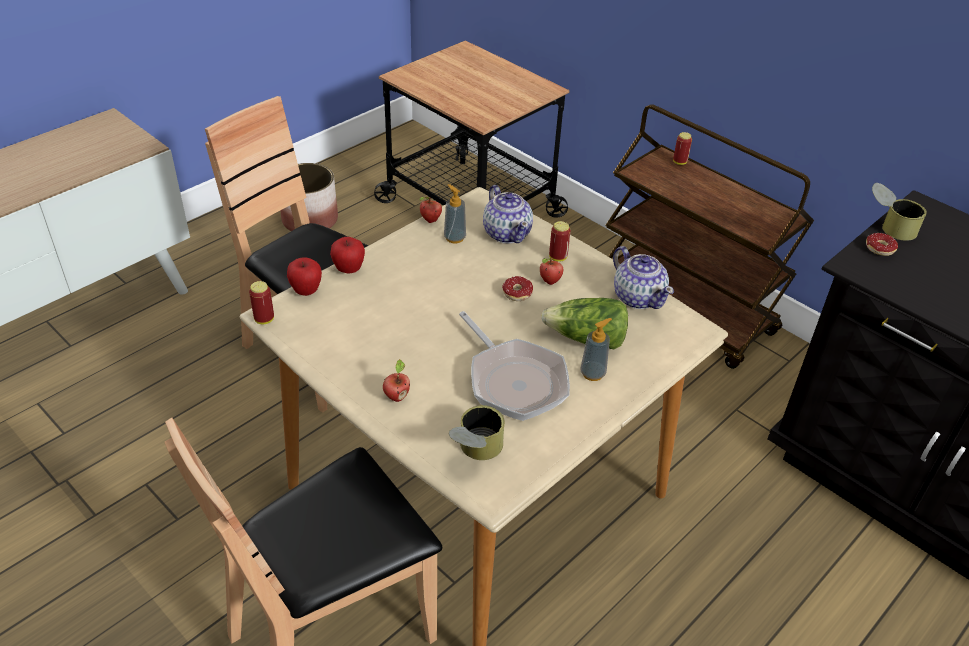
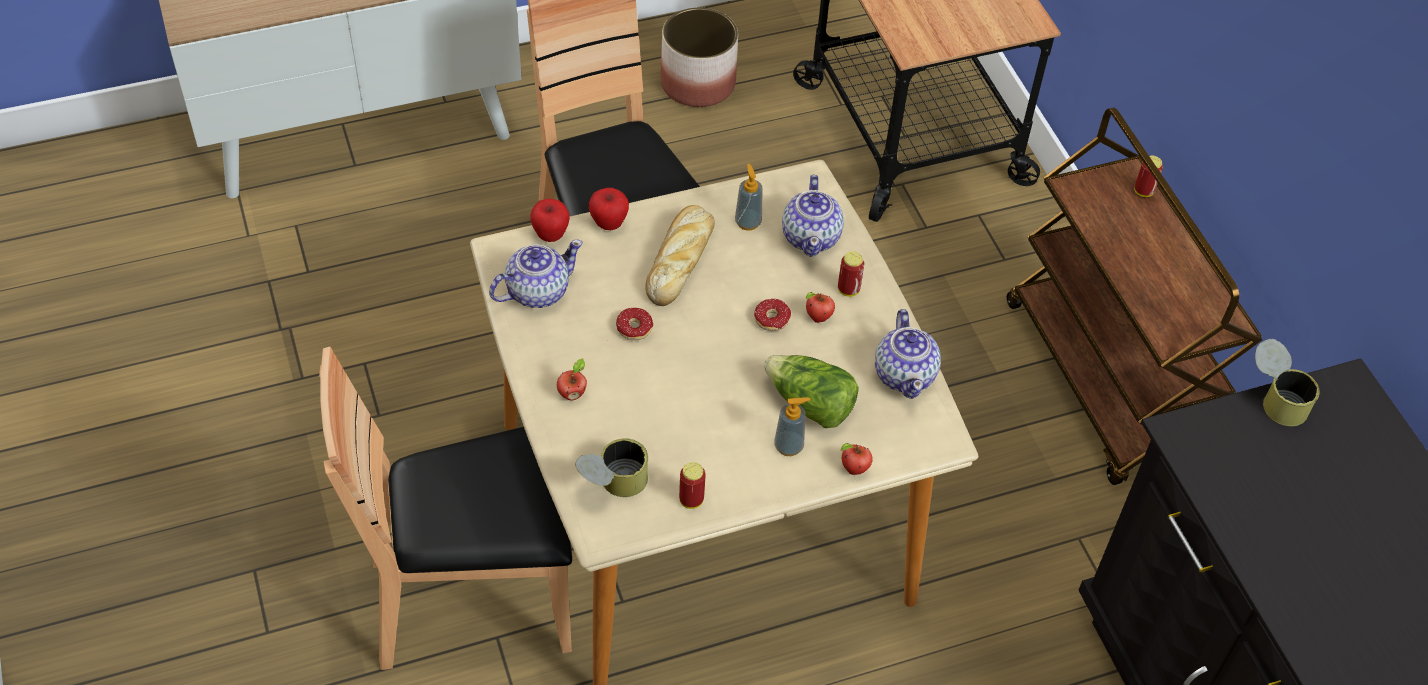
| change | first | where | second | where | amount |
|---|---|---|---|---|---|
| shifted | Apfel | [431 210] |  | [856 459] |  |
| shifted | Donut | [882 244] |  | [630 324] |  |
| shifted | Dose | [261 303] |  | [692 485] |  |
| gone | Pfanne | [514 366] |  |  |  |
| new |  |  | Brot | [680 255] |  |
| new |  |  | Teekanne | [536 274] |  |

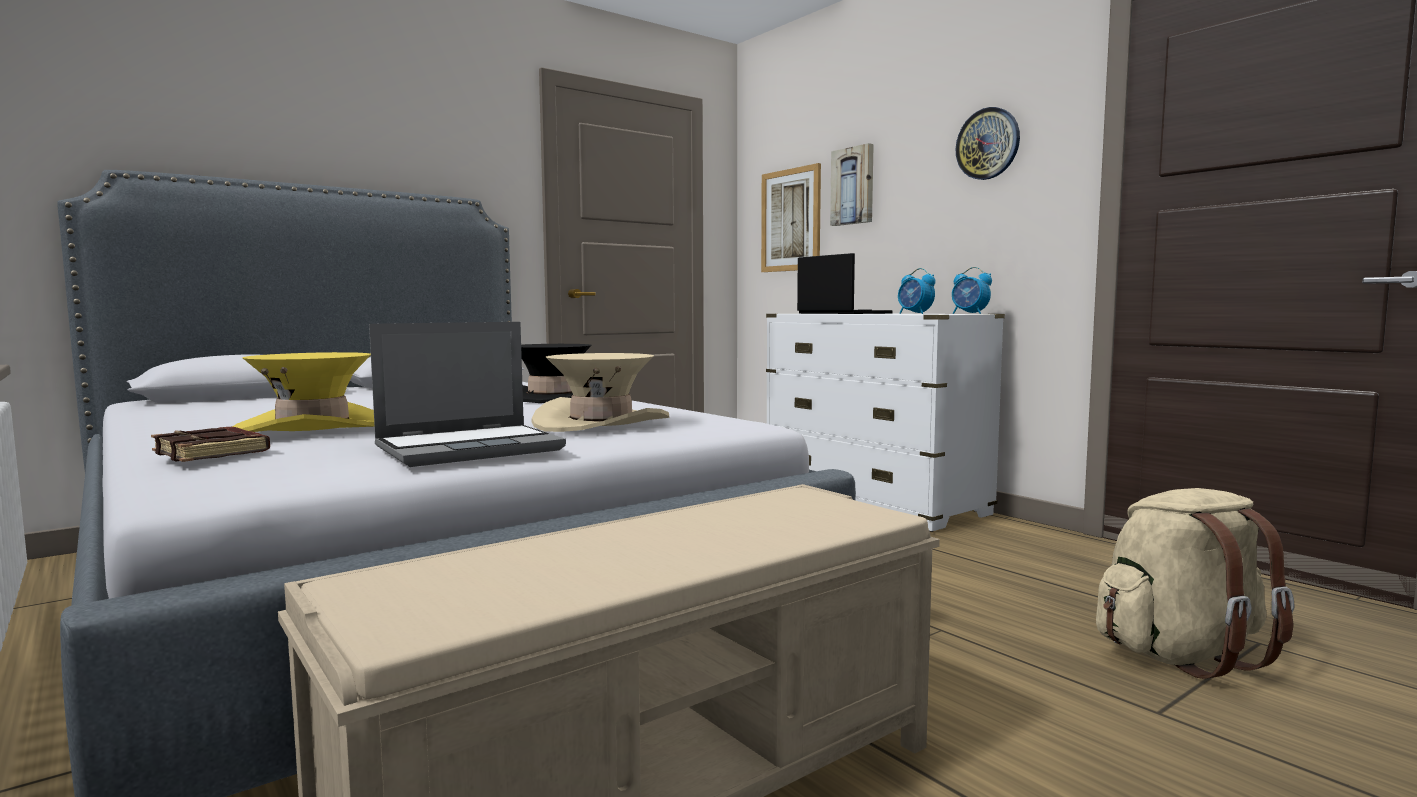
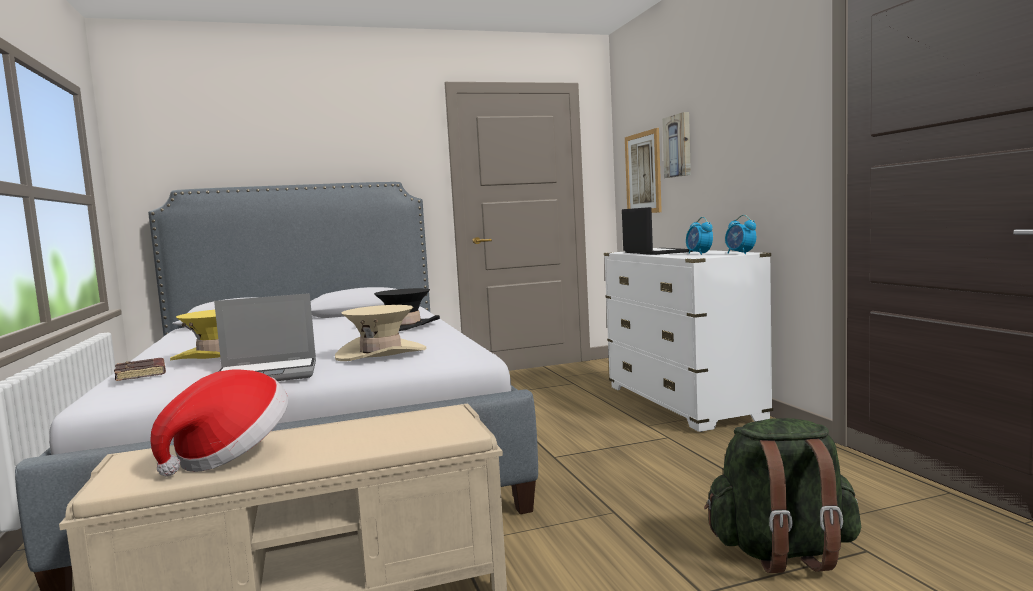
| change | first | where | second | where | amount |
|---|---|---|---|---|---|
| gone | Wanduhr | [988 143] |  |  |  |
| repainted | Rucksack (beige) | [1195 583] | Rucksack (grün) | [782 495] |  |
| new |  |  | Hut | [219 423] |  |

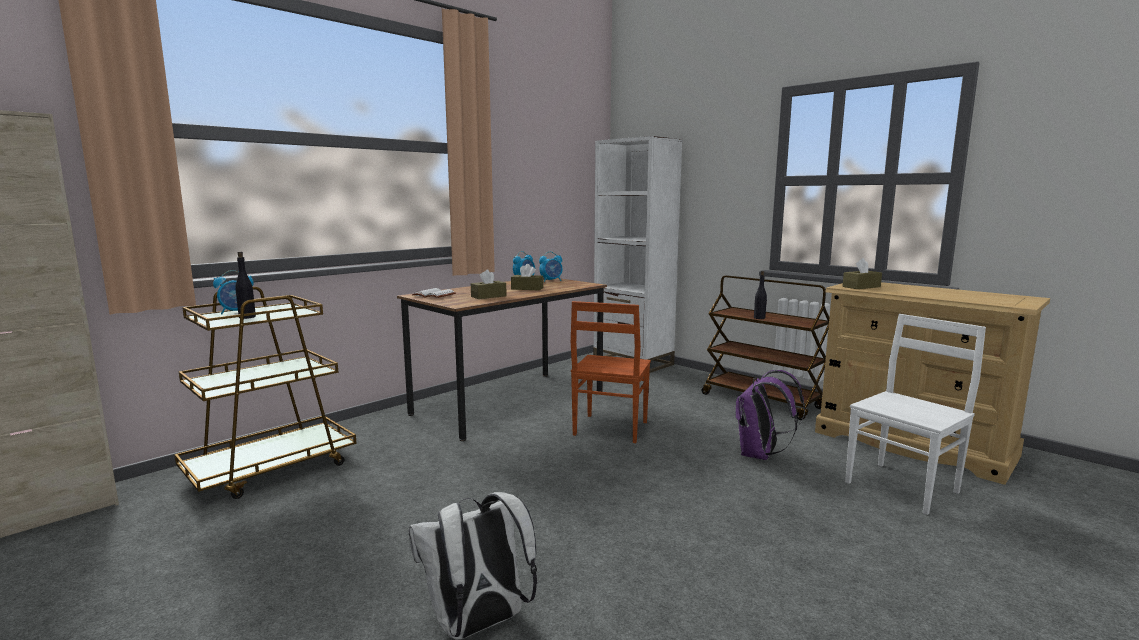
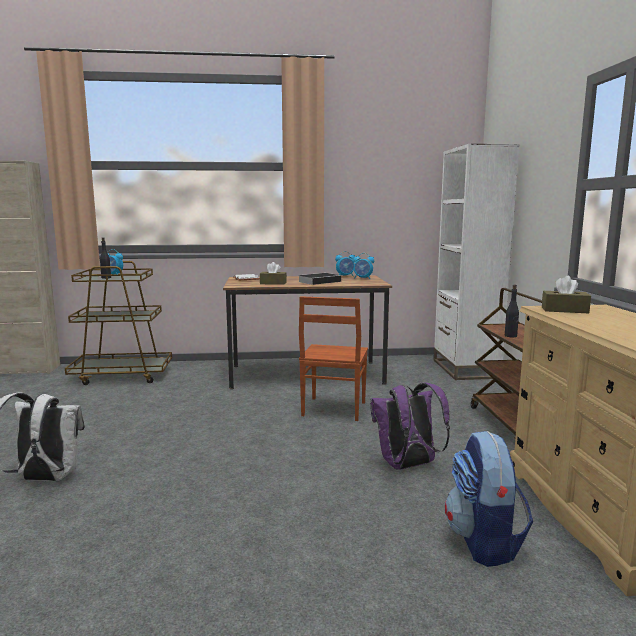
| change | first | where | second | where | amount |
|---|---|---|---|---|---|
| swapped | Taschentuchbox (braun) | [527 277] | Buch | [319 279] |  |
| rotated | Stuhl (braun) | [611 372] |  | [333 358] | 45 degrees counterclockwise |
| swapped | Stuhl (weiß) | [915 414] | Rucksack | [489 499] |  |

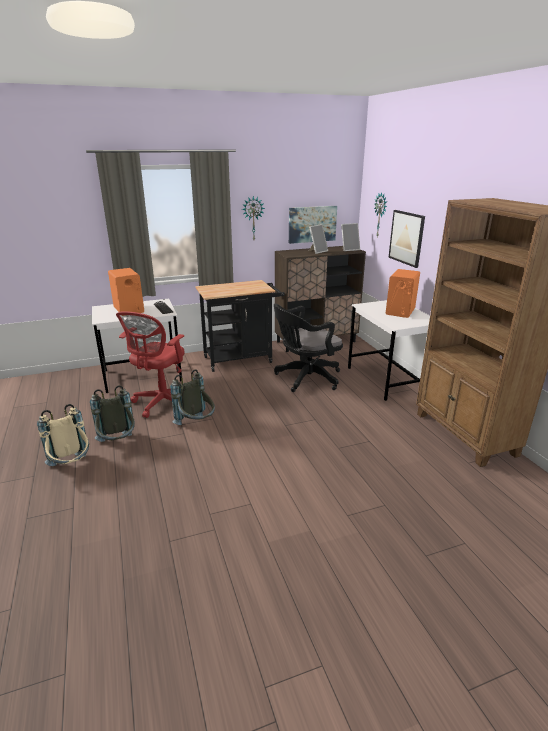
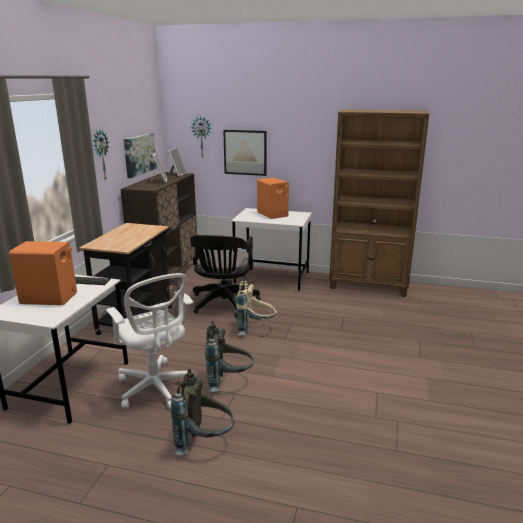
| change | first | where | second | where | amount |
|---|---|---|---|---|---|
| repainted | Bürostuhl (rot) | [150 364] | Bürostuhl (weiß) | [149 341] |  |
| shifted | Rucksack (beige) | [63 435] |  | [256 306] |  |

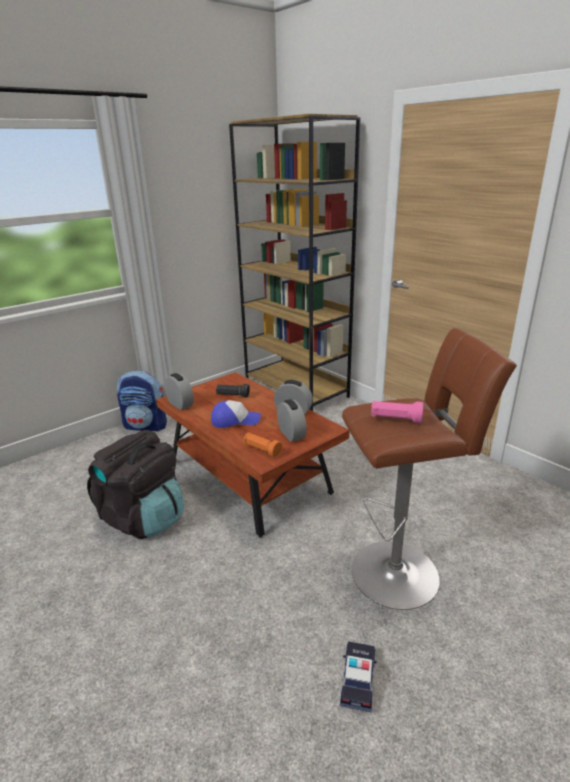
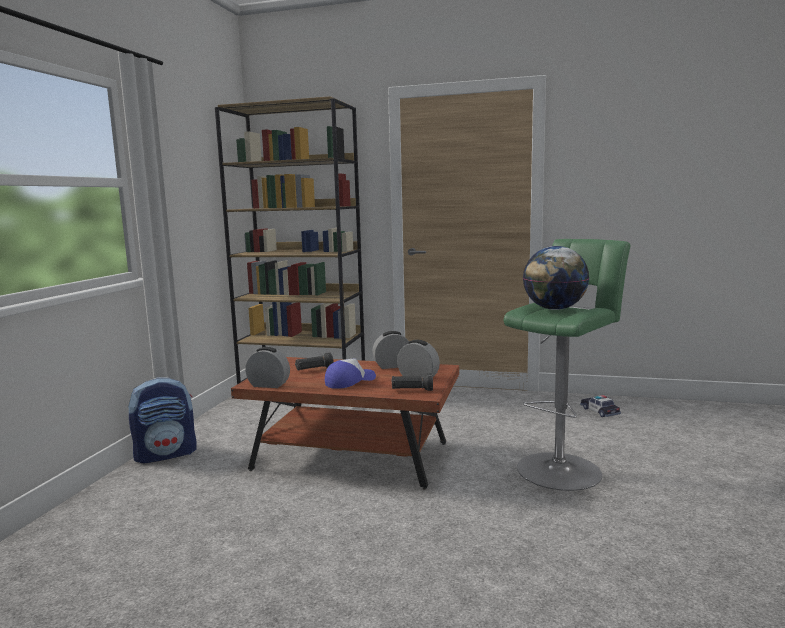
| change | first | where | second | where | amount |
|---|---|---|---|---|---|
| repainted | Hocker (braun) | [429 469] | Hocker (grün) | [567 365] |  |
| swapped | Taschenlampe (rosa) | [397 412] | Globus | [556 278] |  |
| gone | Rucksack (schwarz) | [135 484] |  |  |  |
| repainted | Taschenlampe (orange) | [262 445] | Taschenlampe (schwarz) | [412 382] |  |
| shifted | Spielzeugauto | [358 676] |  | [600 406] |  |

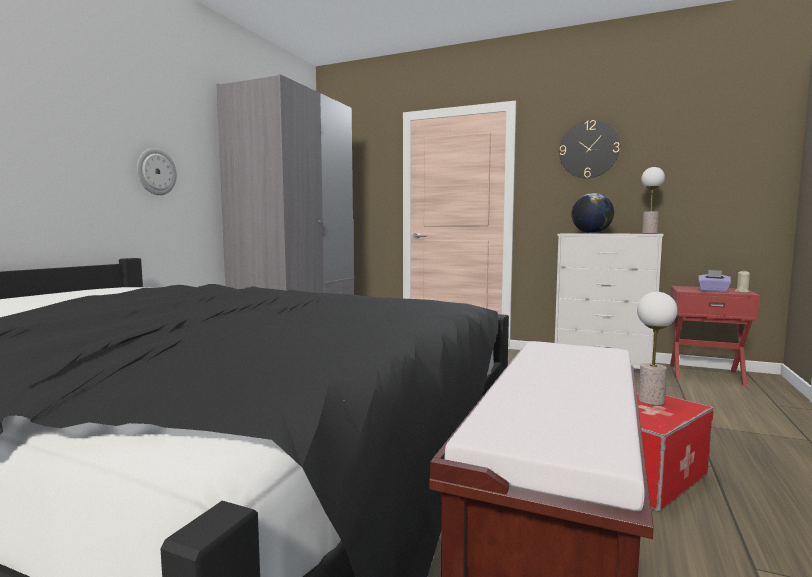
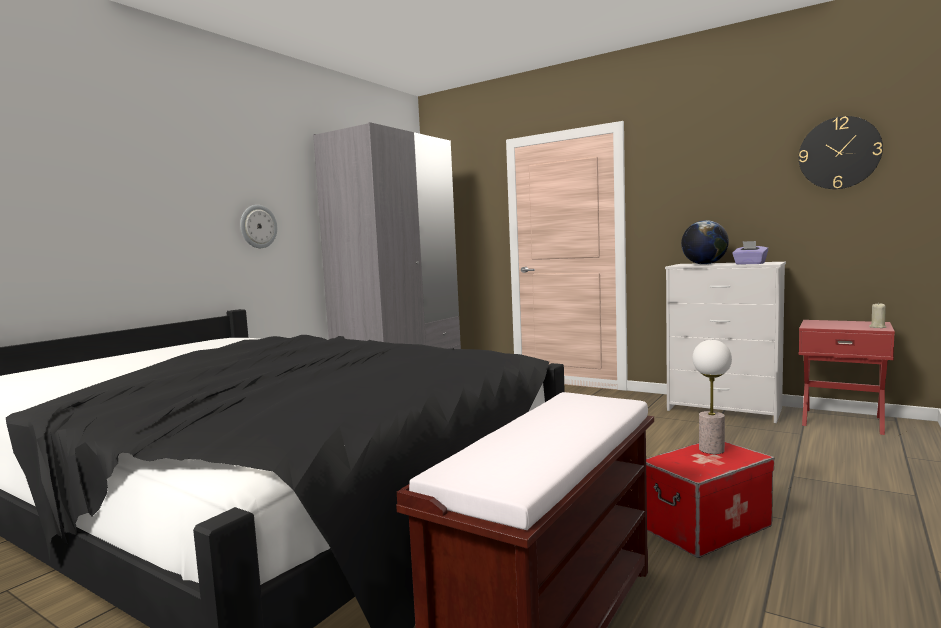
| change | first | where | second | where | amount |
|---|---|---|---|---|---|
| shifted | Wanduhr | [589 149] |  | [841 152] |  |
| gone | Tischlampe | [653 200] |  |  |  |
| shifted | Taschentuchbox (lila) | [714 281] |  | [750 253] |  |

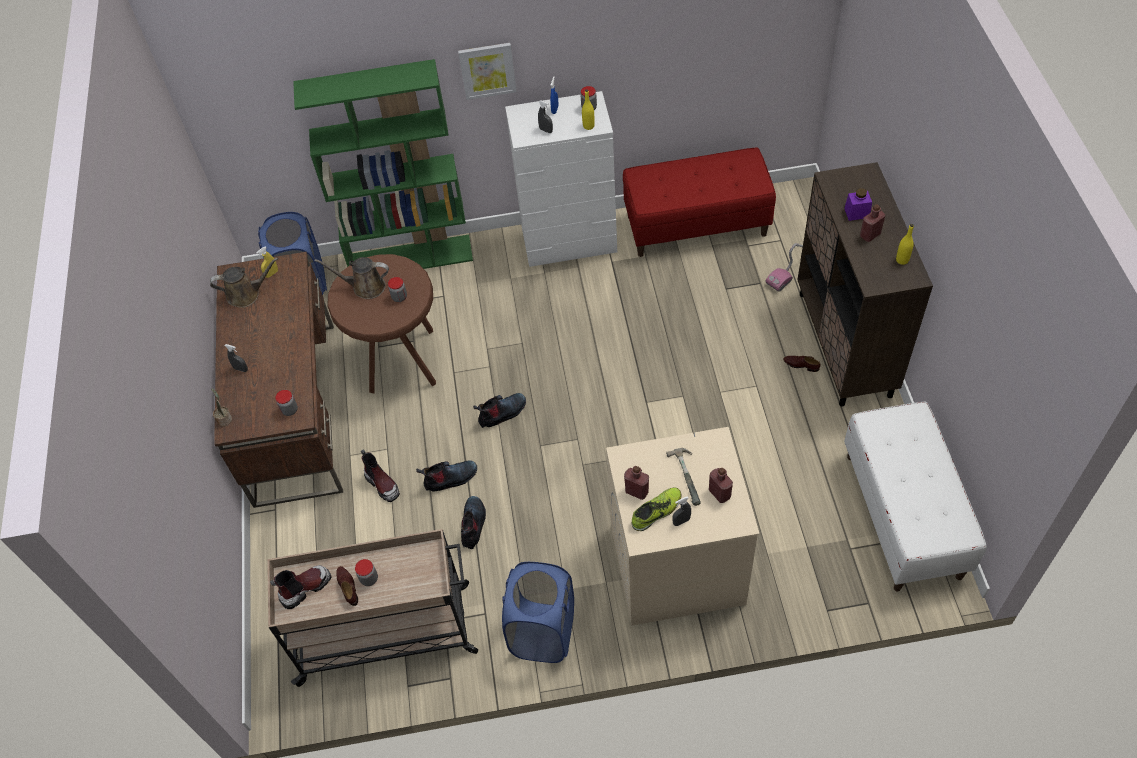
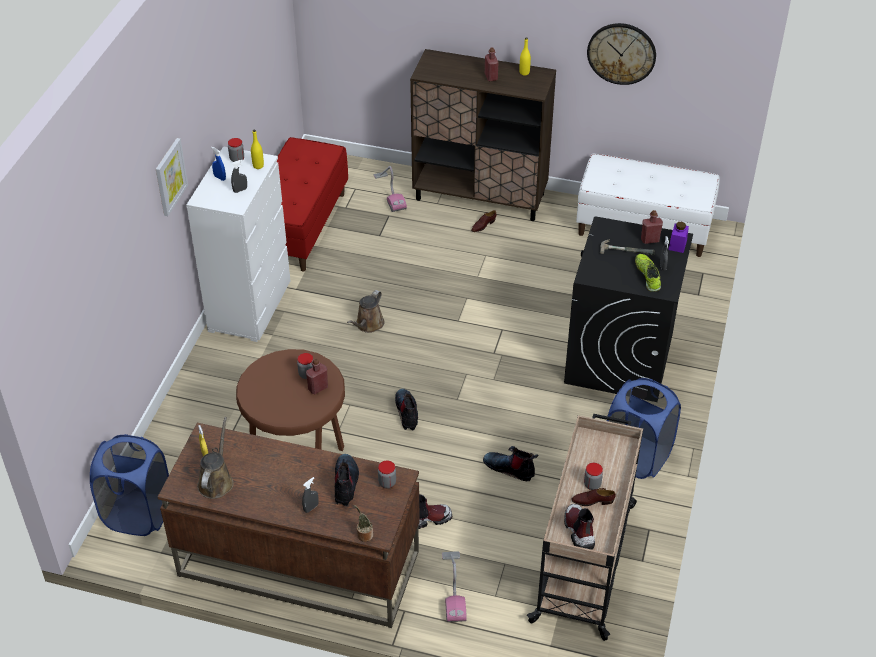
| change | first | where | second | where | amount |
|---|---|---|---|---|---|
| gone | Bücherregal (grün) | [383 164] |  |  |  |
| shifted | Vorratsglas (lila) | [858 204] |  | [678 237] |  |
| shifted | Gießkanne (braun) | [352 278] |  | [366 311] |  |
| repainted | Waschmaschine (beige) | [683 526] | Waschmaschine (schwarz) | [628 305] |  |
| shifted | Stiefel | [446 475] |  | [347 480] |  |
| shifted | Flasche (rot) | [636 483] |  | [317 376] |  |
| new |  |  | Wanduhr | [621 54] |  |
| new |  |  | Staubsauger | [454 586] |  |

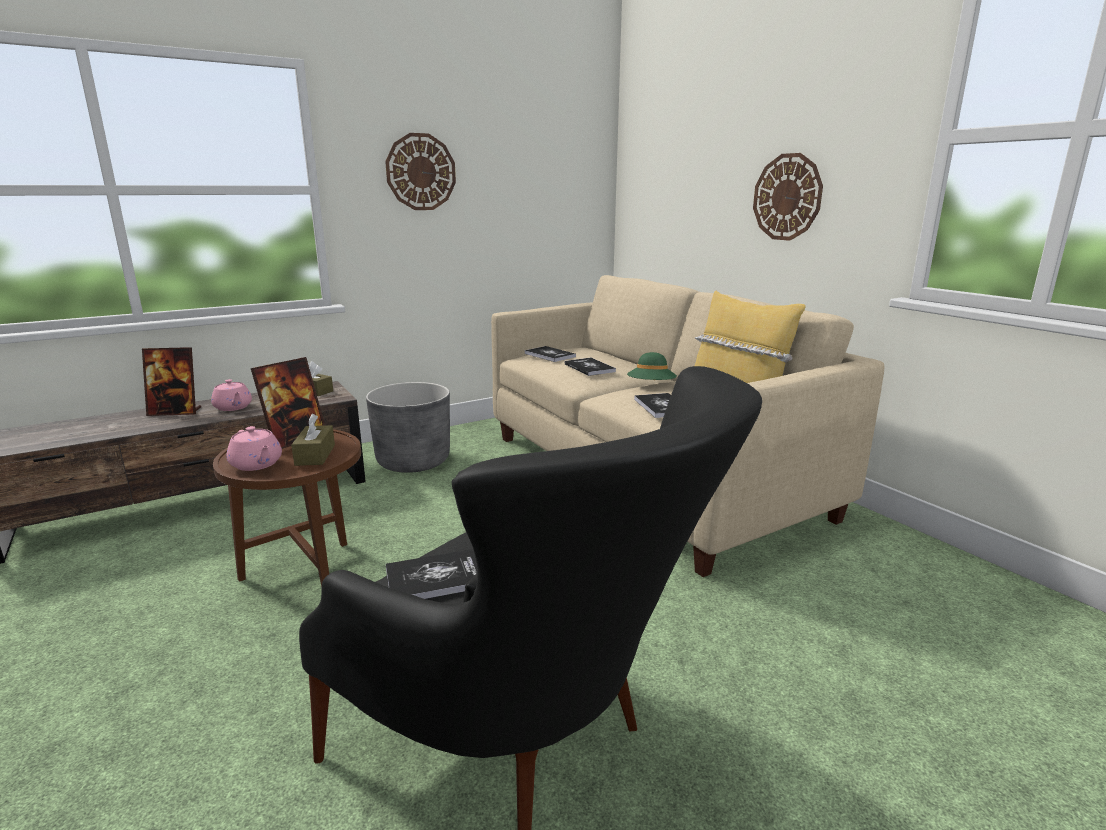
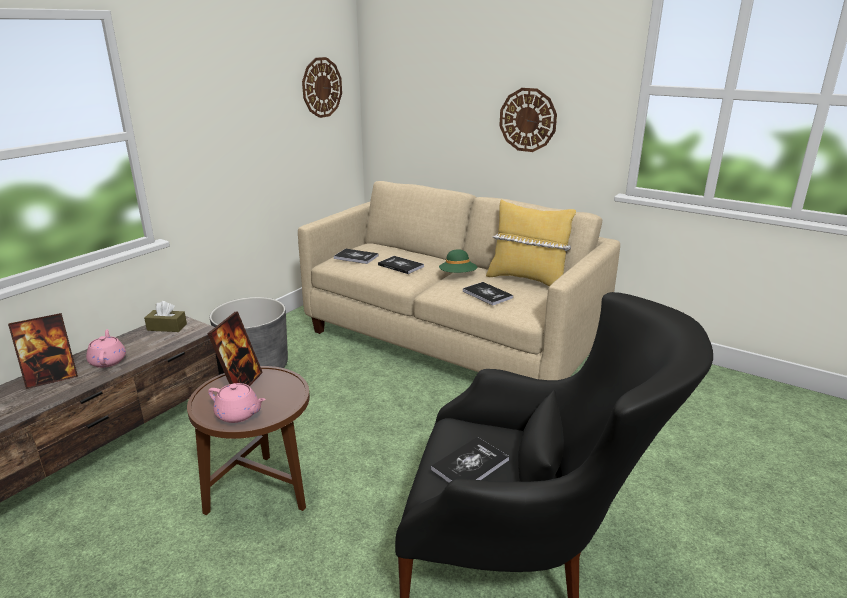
| change | first | where | second | where | amount |
|---|---|---|---|---|---|
| shifted | Wanduhr | [420 171] |  | [322 87] |  |
| rotated | Teekanne (rosa) | [231 395] |  | [106 348] | 135 degrees counterclockwise |
| gone | Taschentuchbox (braun) | [313 440] |  |  |  |

